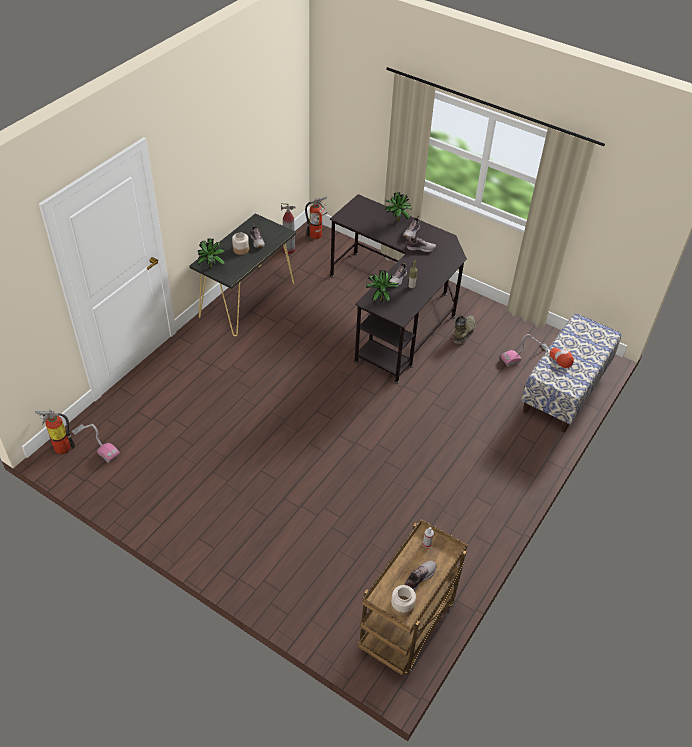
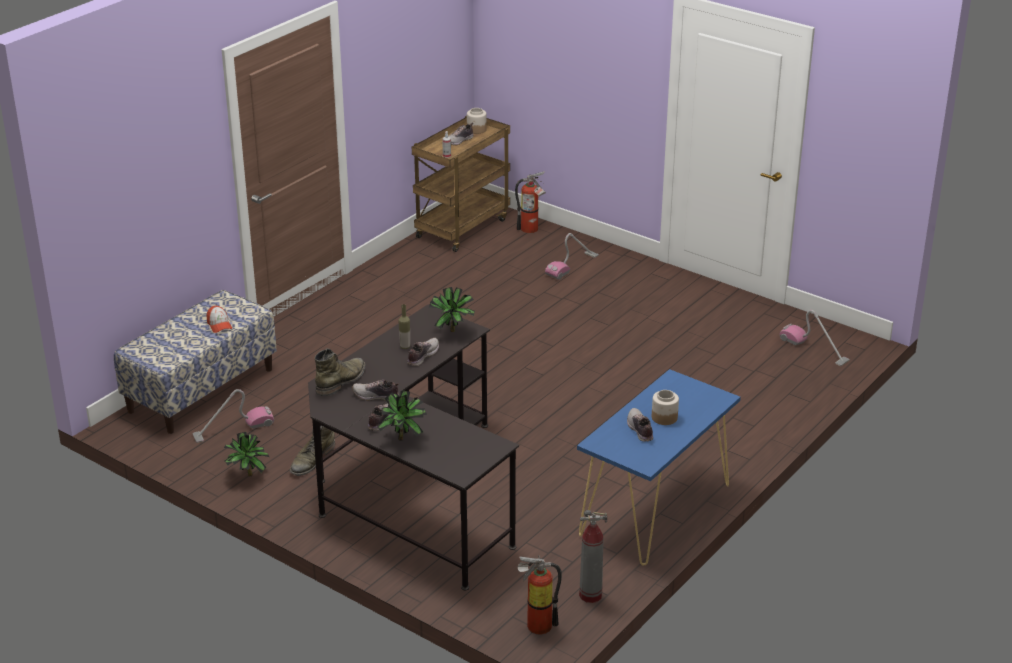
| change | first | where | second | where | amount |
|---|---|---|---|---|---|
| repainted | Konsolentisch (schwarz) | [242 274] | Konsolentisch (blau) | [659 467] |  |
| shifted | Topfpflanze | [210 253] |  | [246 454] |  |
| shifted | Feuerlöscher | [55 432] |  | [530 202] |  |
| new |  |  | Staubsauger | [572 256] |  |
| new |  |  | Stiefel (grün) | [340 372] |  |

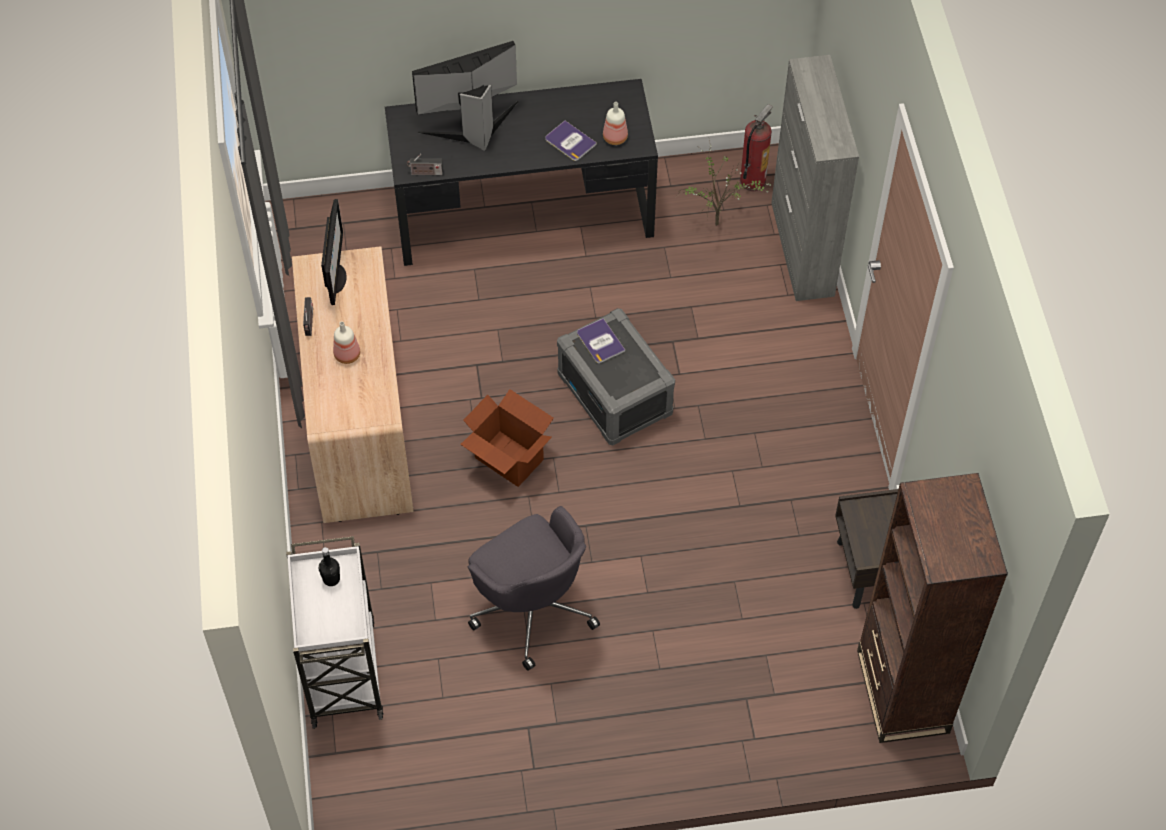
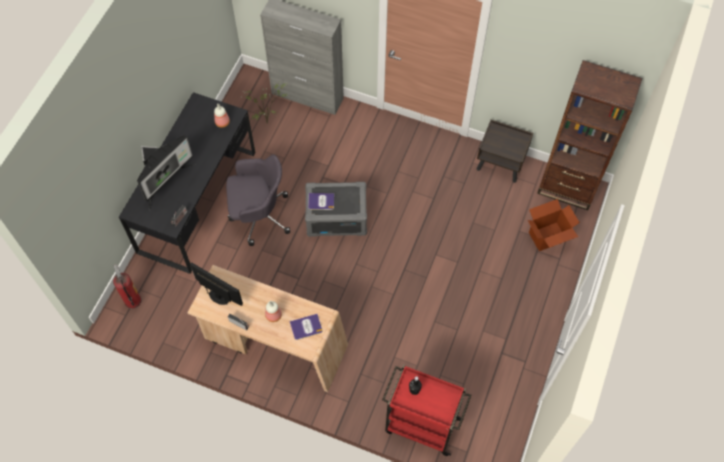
| change | first | where | second | where | amount |
|---|---|---|---|---|---|
| rotated | Monitor | [465 96] |  | [166 172] | 150 degrees counterclockwise |
| shifted | Feuerlöscher | [756 147] |  | [127 286] |  |
| shifted | Buch | [571 141] |  | [306 327] |  |
| shifted | Karton | [507 438] |  | [554 225] |  |
| shifted | Bürostuhl (grau) | [534 588] |  | [258 200] |  |
| repainted | Rollwagen (weiß) | [335 632] | Rollwagen (rot) | [427 410] |  |

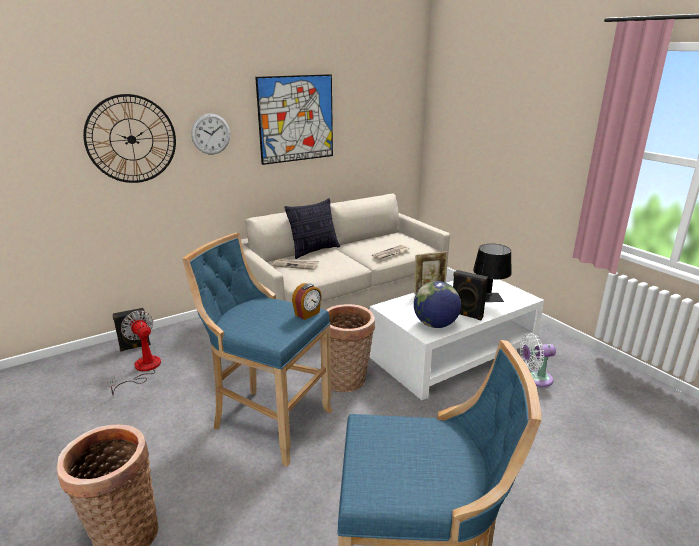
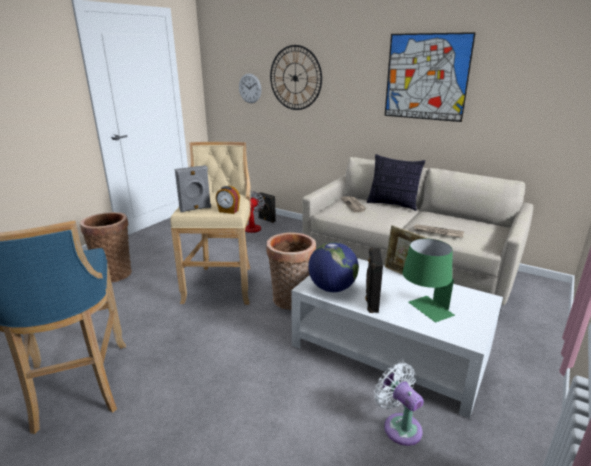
| change | first | where | second | where | amount |
|---|---|---|---|---|---|
| shifted | Wanduhr | [210 134] |  | [250 88] |  |
| repainted | Hocker (blau) | [257 349] | Hocker (beige) | [210 223] |  |
| repainted | Tischlampe (schwarz) | [492 273] | Tischlampe (grün) | [428 280] |  |
| new |  |  | Lautsprecher (grau) | [193 188] |  |

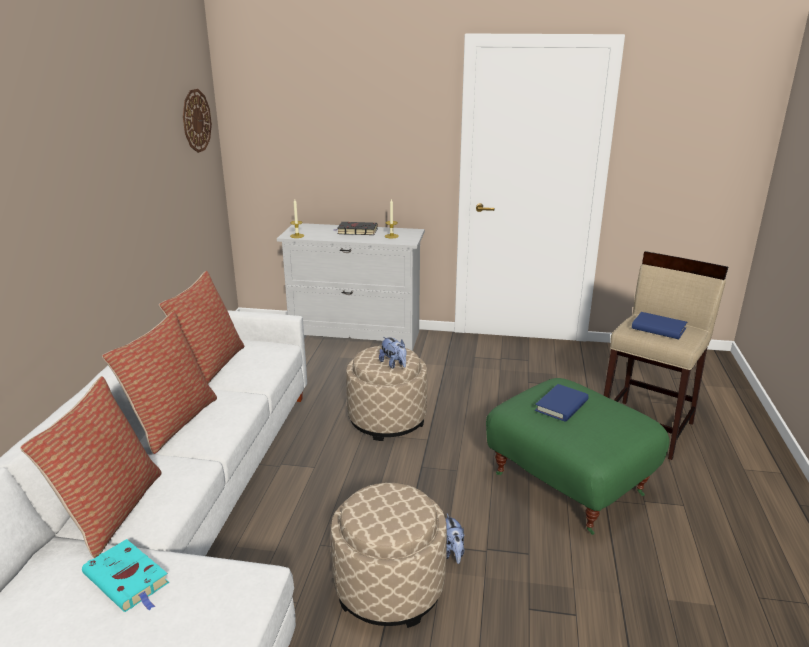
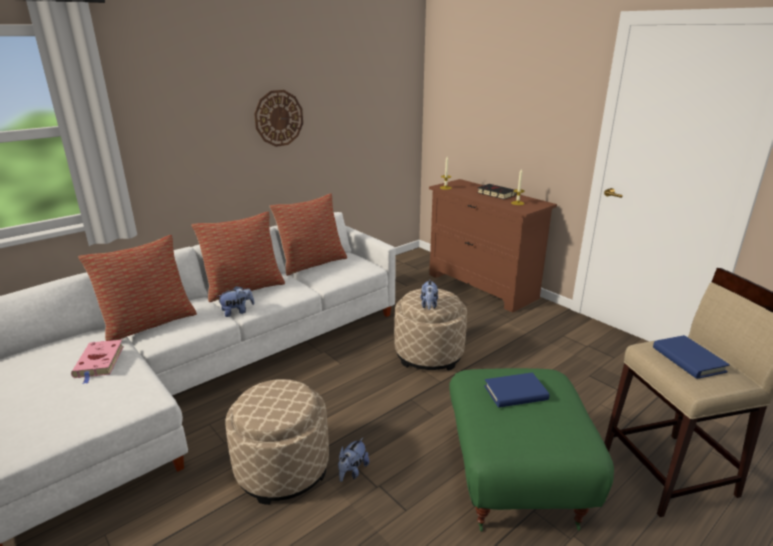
| change | first | where | second | where | amount |
|---|---|---|---|---|---|
| shifted | Wanduhr | [197 121] |  | [278 118] |  |
| repainted | Kommode (weiß) | [351 287] | Kommode (braun) | [493 246] |  |
| repainted | Buch (türkis) | [125 575] | Buch (rosa) | [97 362] |  |
| new |  |  | Plüschtier | [235 301] |  |

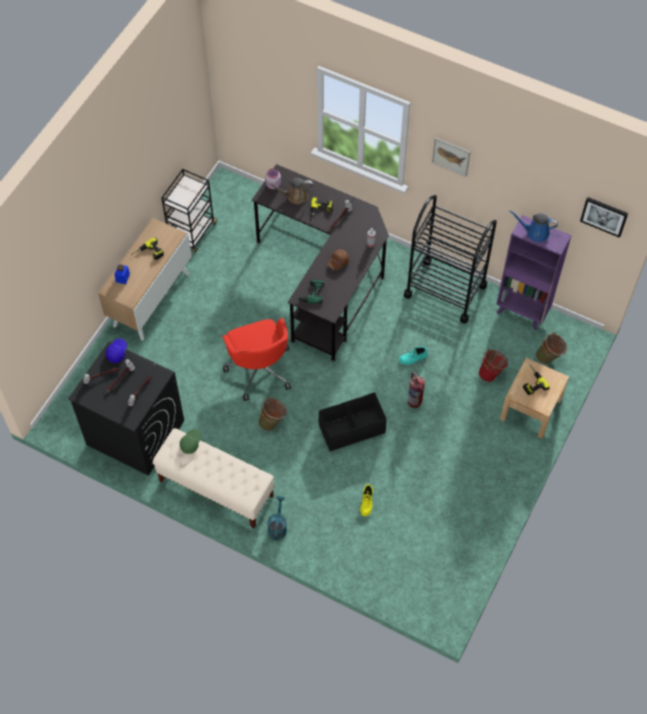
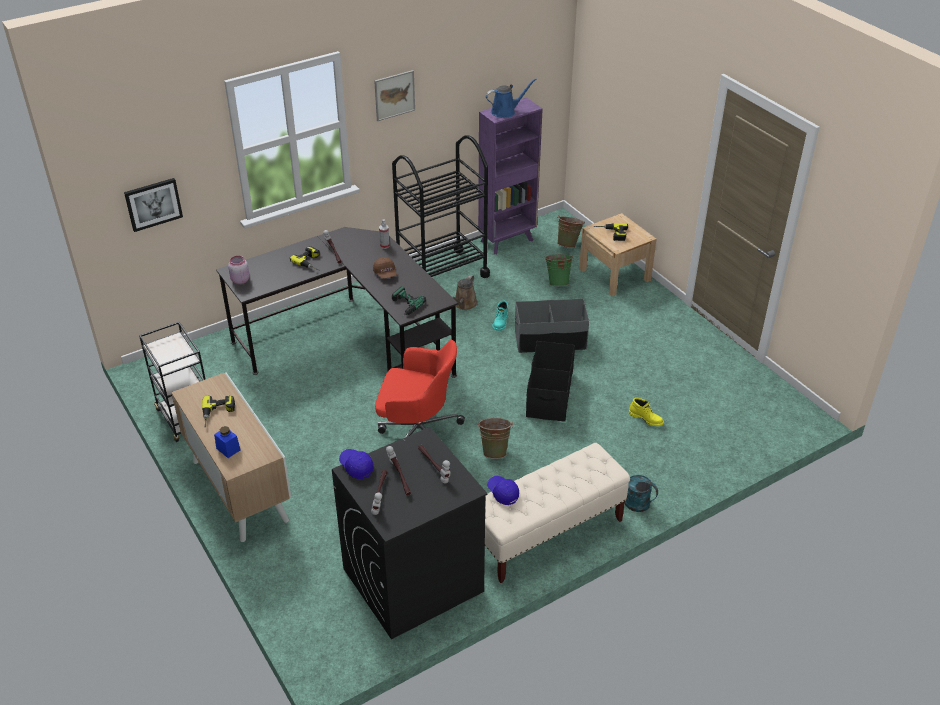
| change | first | where | second | where | amount |
|---|---|---|---|---|---|
| shifted | Gießkanne (braun) | [290 191] |  | [465 292] |  |
| shifted | Bild | [604 217] |  | [153 205] |  |
| rotated | Gießkanne (blau) | [533 226] |  | [511 98] | 150 degrees counterclockwise |
| repainted | Eimer (rot) | [493 365] | Eimer (grün) | [559 270] |  |
| swapped | Feuerlöscher | [416 390] | Aufbewahrungsbox (grau) | [552 326] |  |
| repainted | Kappe (grün) | [190 441] | Kappe (blau) | [503 490] |  |

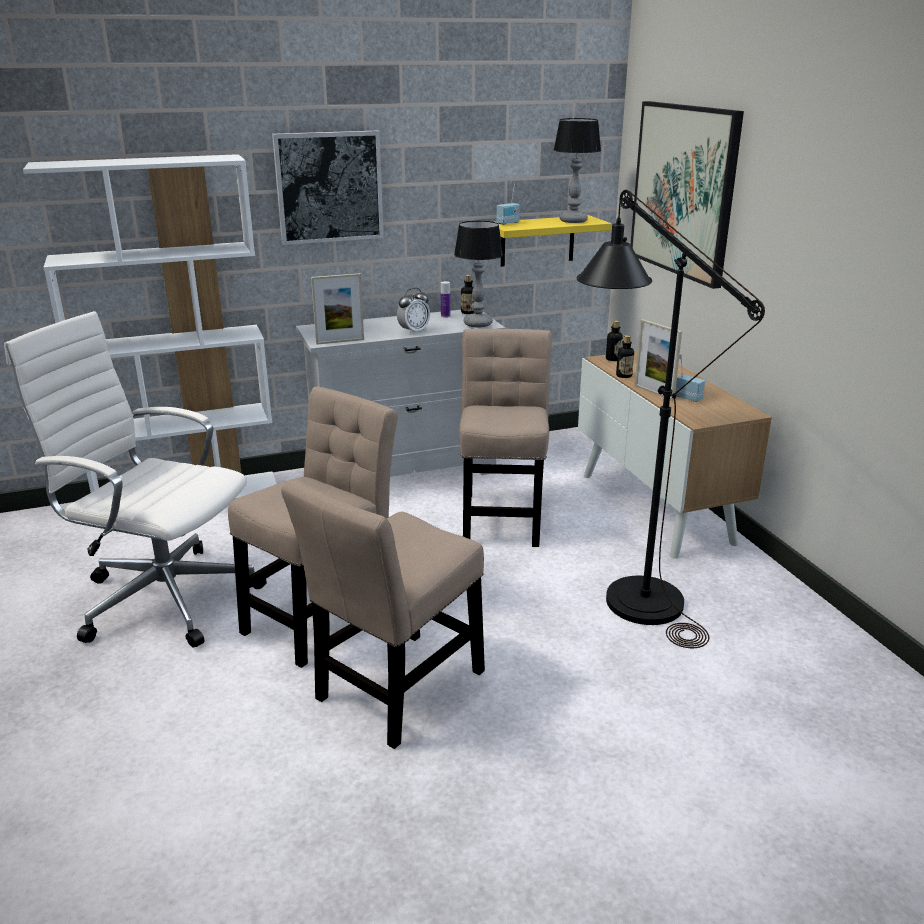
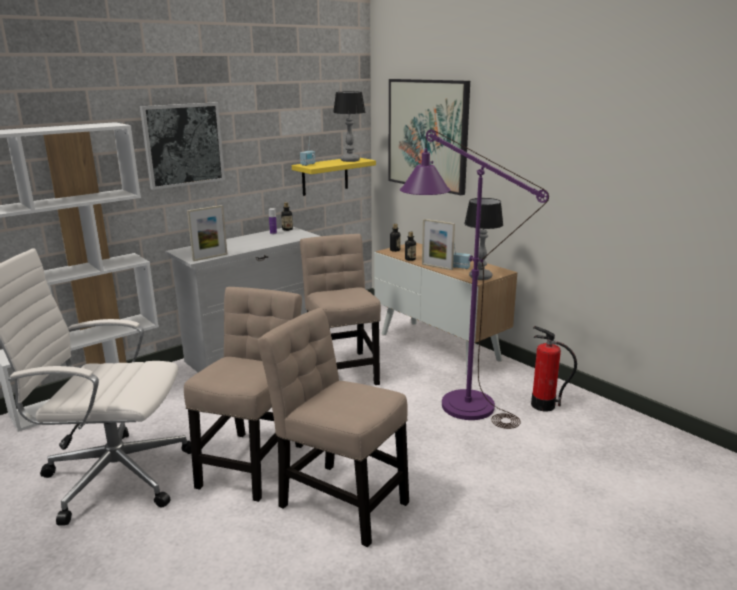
| change | first | where | second | where | amount |
|---|---|---|---|---|---|
| repainted | Stehlampe (schwarz) | [671 419] | Stehlampe (lila) | [474 279] |  |
| shifted | Tischlampe | [478 274] |  | [483 239] |  |
| gone | Wecker | [413 311] |  |  |  |
| rotated | Stuhl (beige) | [383 614] |  | [333 427] | 105 degrees clockwise |
| new |  |  | Feuerlöscher | [554 369] |  |

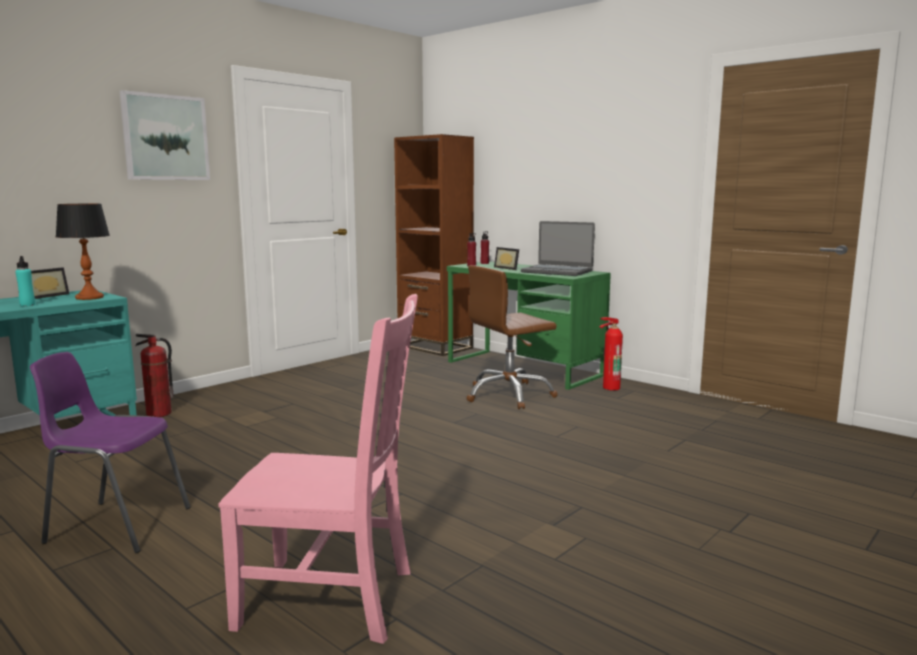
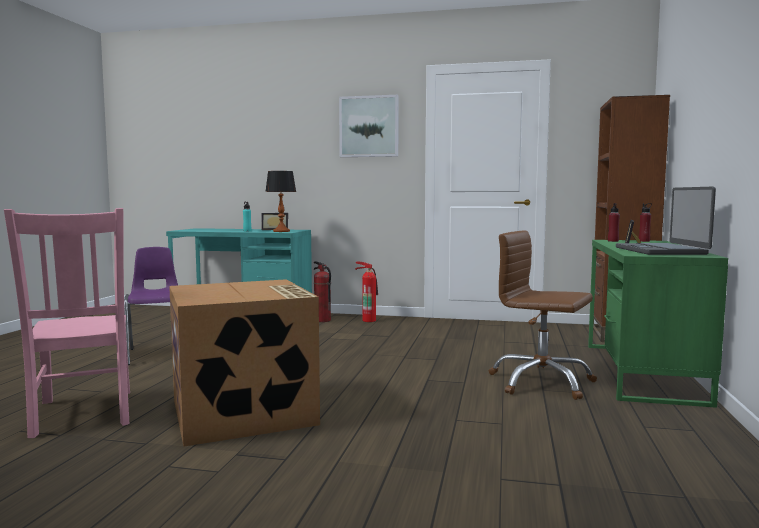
| change | first | where | second | where | amount |
|---|---|---|---|---|---|
| shifted | Feuerlöscher | [611 354] |  | [366 292] |  |
| new |  |  | Karton | [244 363] |  |

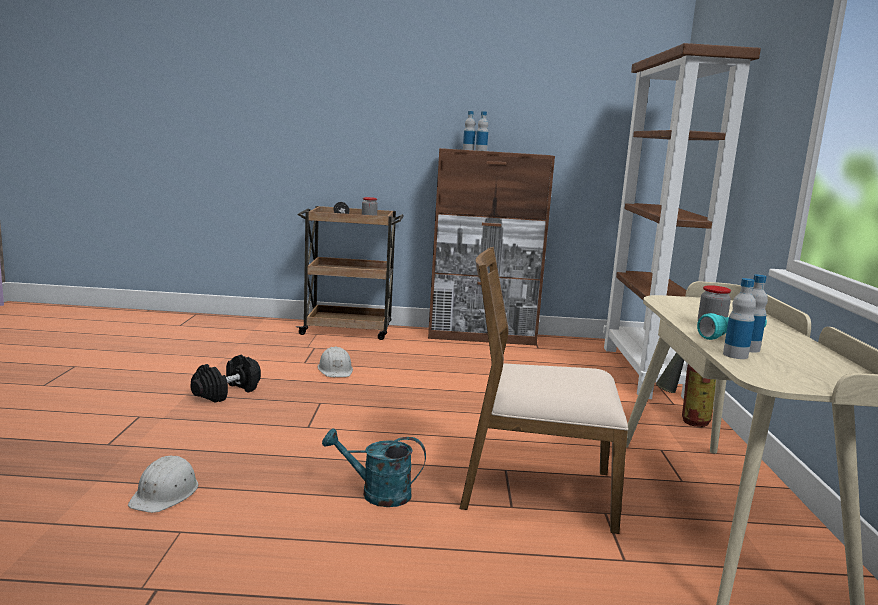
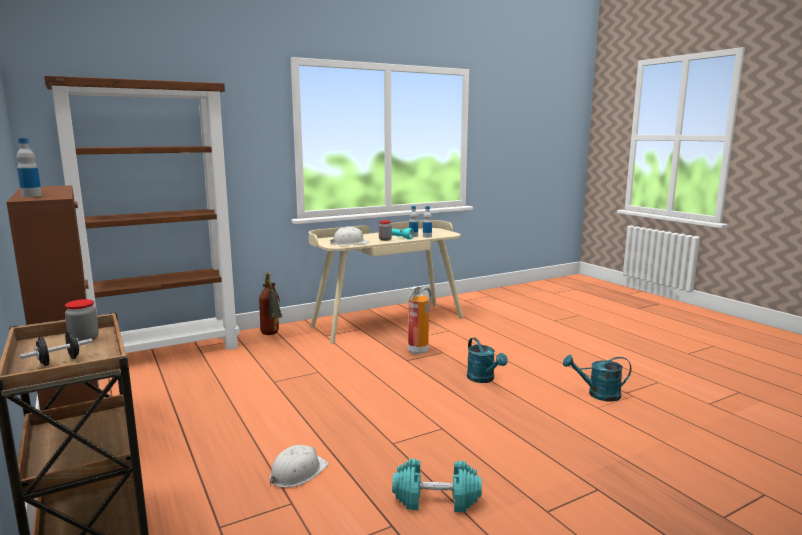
| change | first | where | second | where | amount |
|---|---|---|---|---|---|
| gone | Flasche | [482 131] |  |  |  |
| swapped | Stuhl (braun) | [544 390] | Feuerlöscher | [420 320] |  |
| repainted | Hantel (schwarz) | [225 379] | Hantel (türkis) | [437 485] |  |
| shifted | Schutzhelm (weiß) | [163 484] |  | [350 235] |  |
| new |  |  | Gießkanne (türkis) | [597 378] |  |

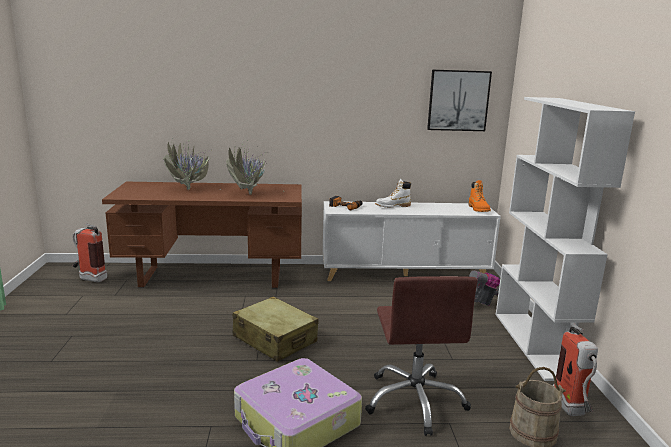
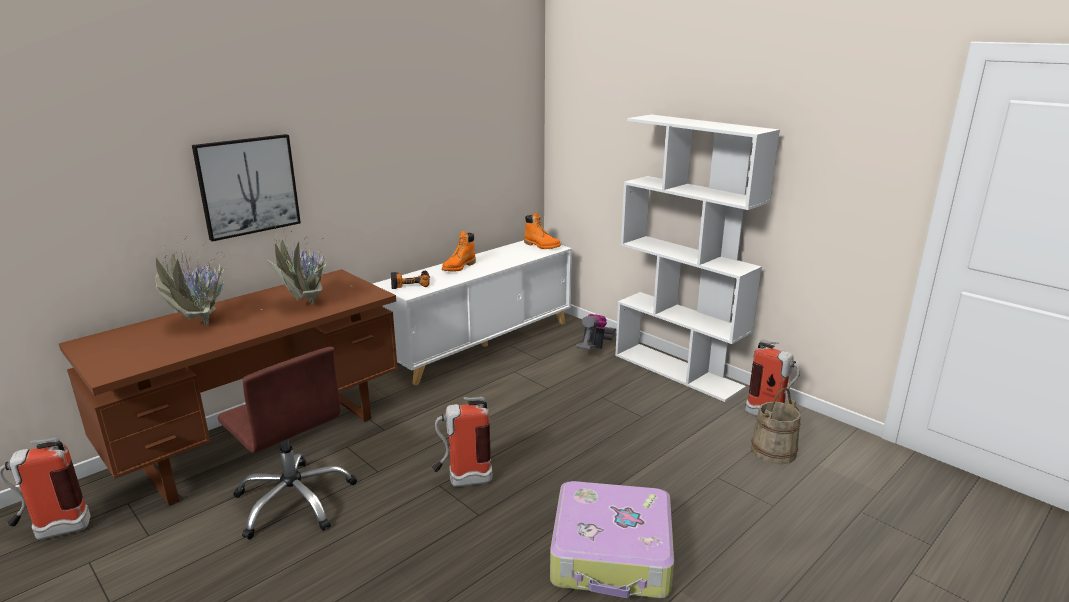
| change | first | where | second | where | amount |
|---|---|---|---|---|---|
| shifted | Bild | [459 100] |  | [246 188] |  |
| repainted | Stiefel (weiß) | [393 193] | Stiefel (orange) | [459 251] |  |
| shifted | Bürostuhl (braun) | [421 356] |  | [287 442] |  |
| swapped | Koffer (beige) | [276 329] | Feuerlöscher | [461 442] |  |

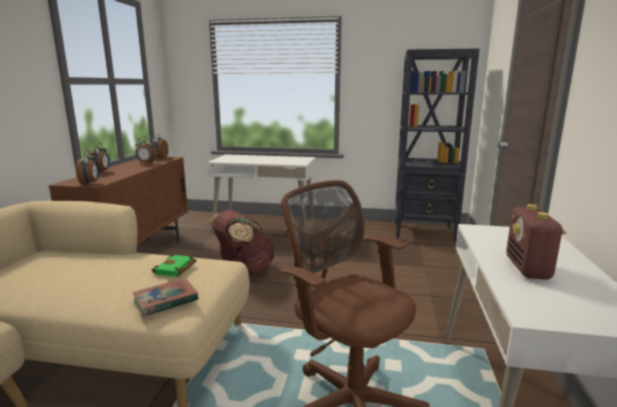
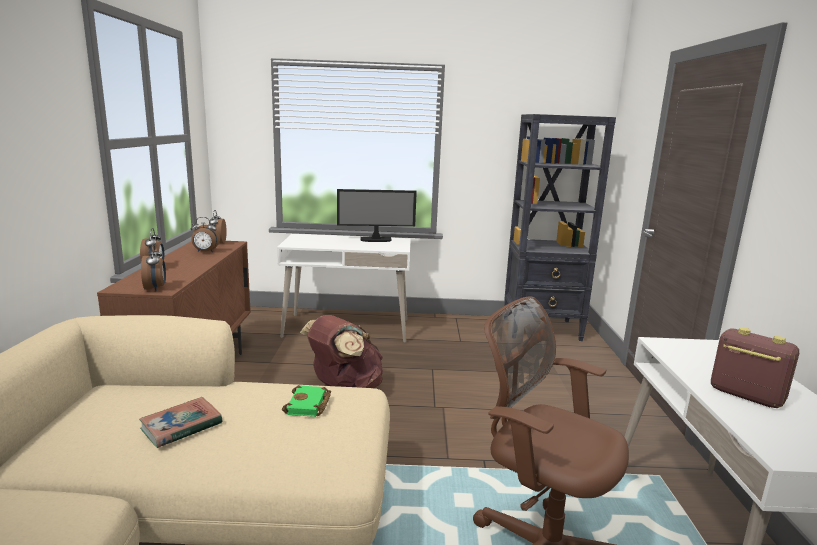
| change | first | where | second | where | amount |
|---|---|---|---|---|---|
| rotated | Radio | [536 241] |  | [755 367] | 135 degrees clockwise |
| shifted | Buch | [165 297] |  | [180 422] |  |
| new |  |  | Monitor | [377 215] |  |

